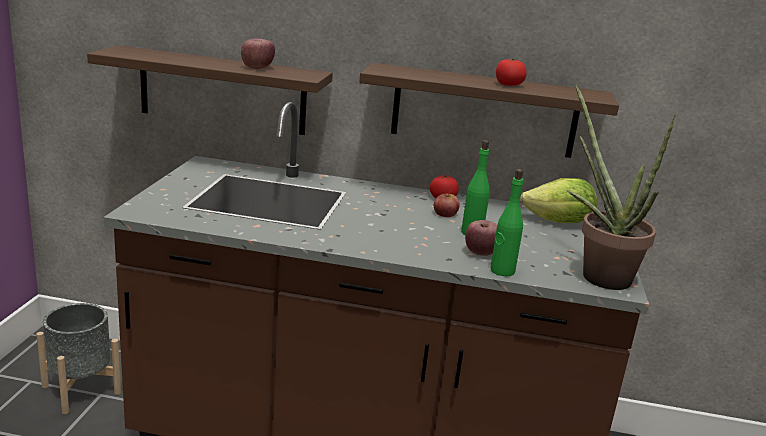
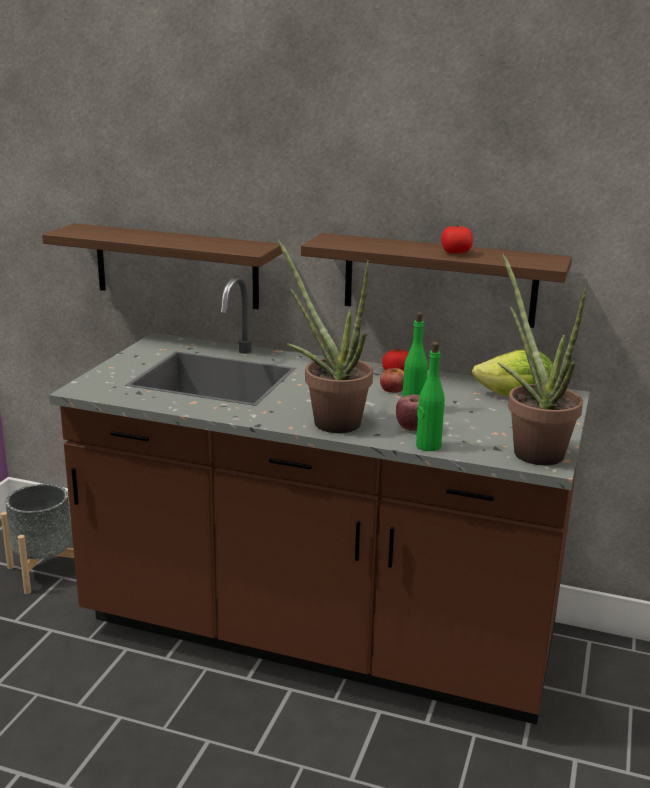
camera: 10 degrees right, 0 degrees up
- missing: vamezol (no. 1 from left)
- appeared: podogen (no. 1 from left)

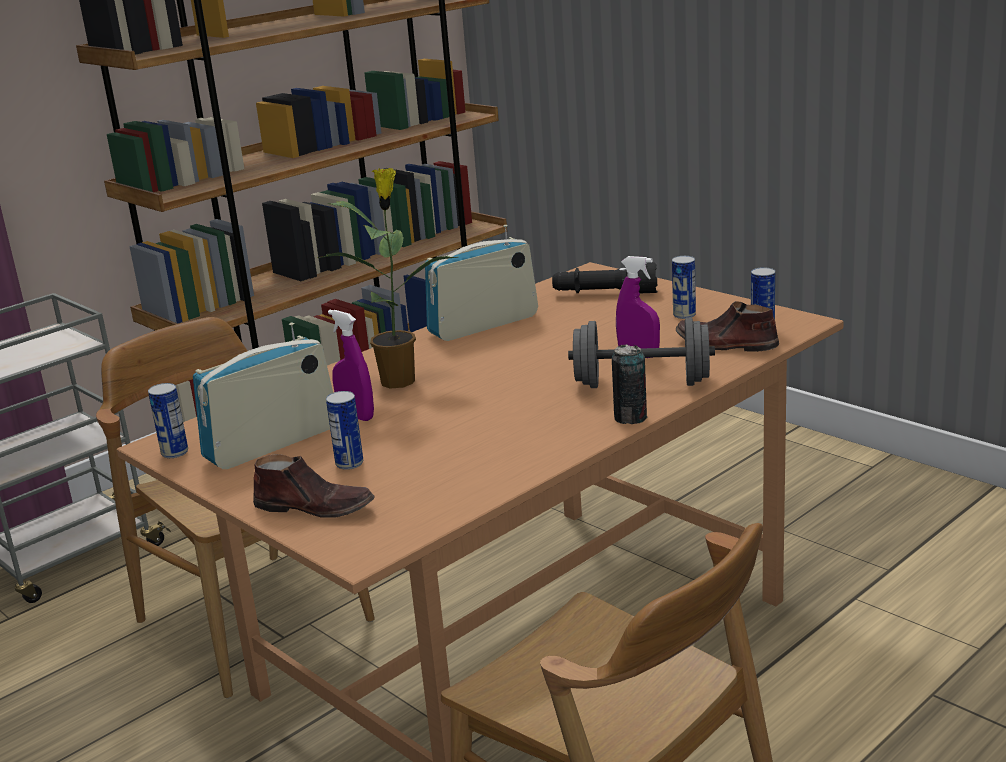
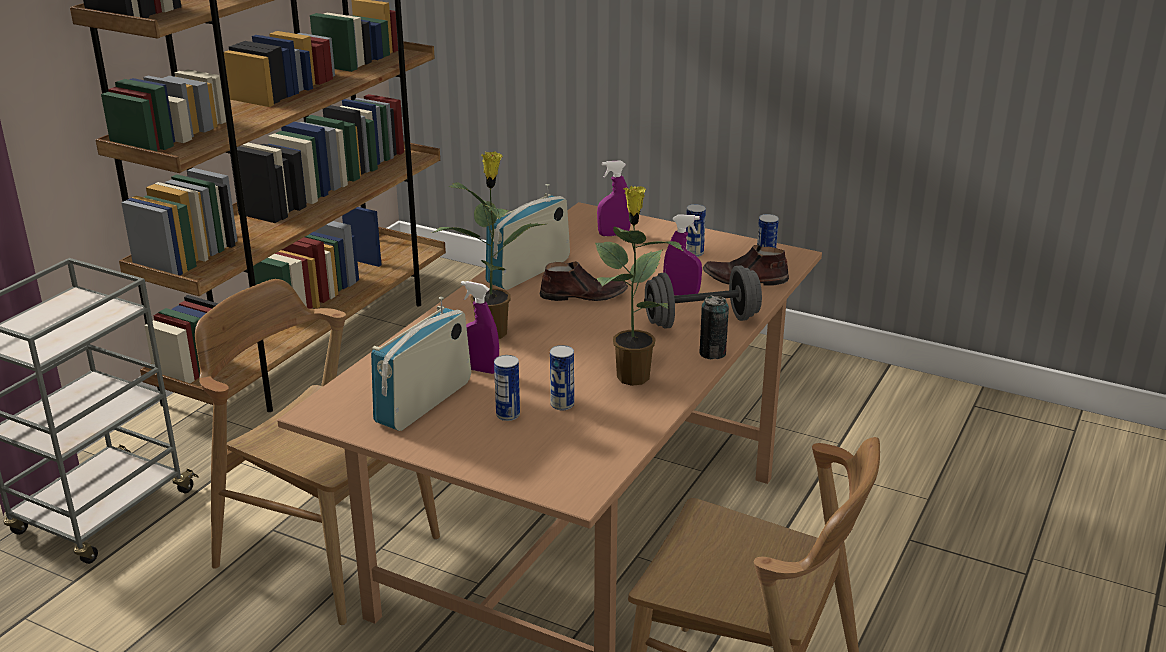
camera: 20 degrees left, 5 degrees up
- exchanged: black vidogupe to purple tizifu (no. 2 from left)
- relocated: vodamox (no. 1 from left in the first image) to vodamox (no. 2 from left)
- relocated: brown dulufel (no. 1 from left)
- appeared: podogen (no. 2 from left)

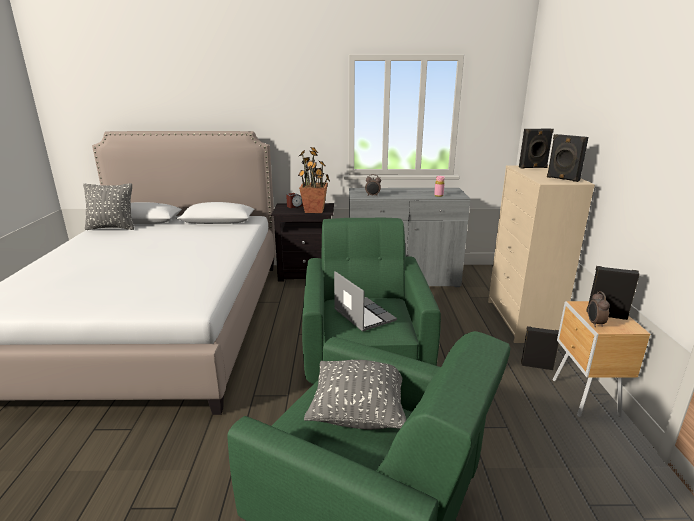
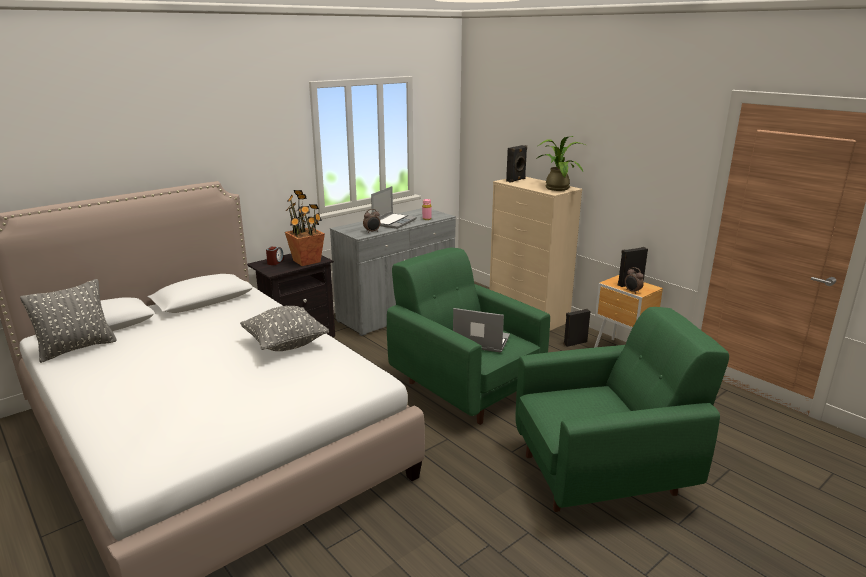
camera: 40 degrees left, 0 degrees up
- exchanged: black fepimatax (no. 3 from left) to podogen (no. 2 from left)
- relocated: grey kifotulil (no. 2 from left)
- appeared: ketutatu (no. 1 from left)

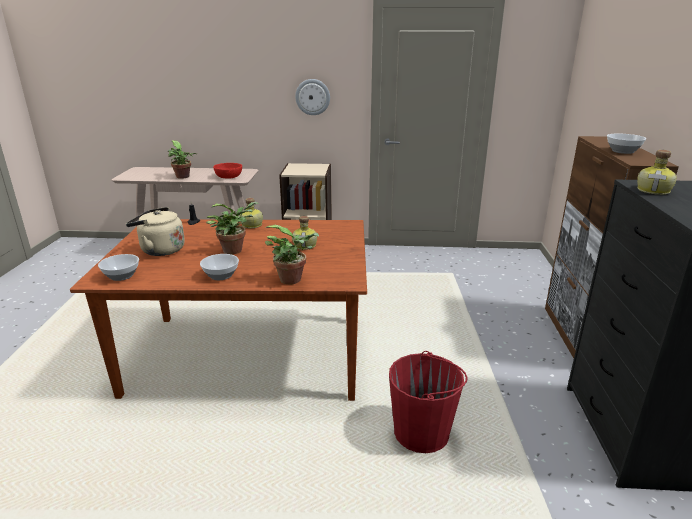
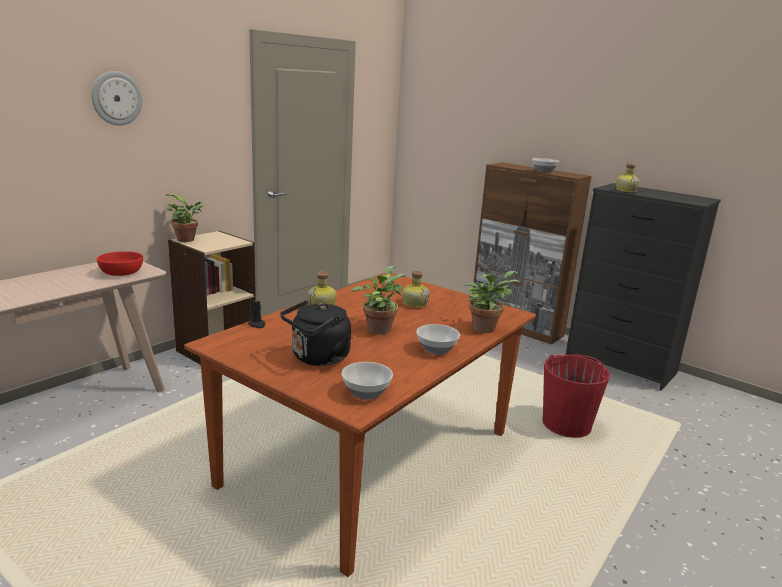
camera: 55 degrees left, 5 degrees down
- relocated: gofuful
- relocated: podogen (no. 1 from left)
- colour: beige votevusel to black votevusel

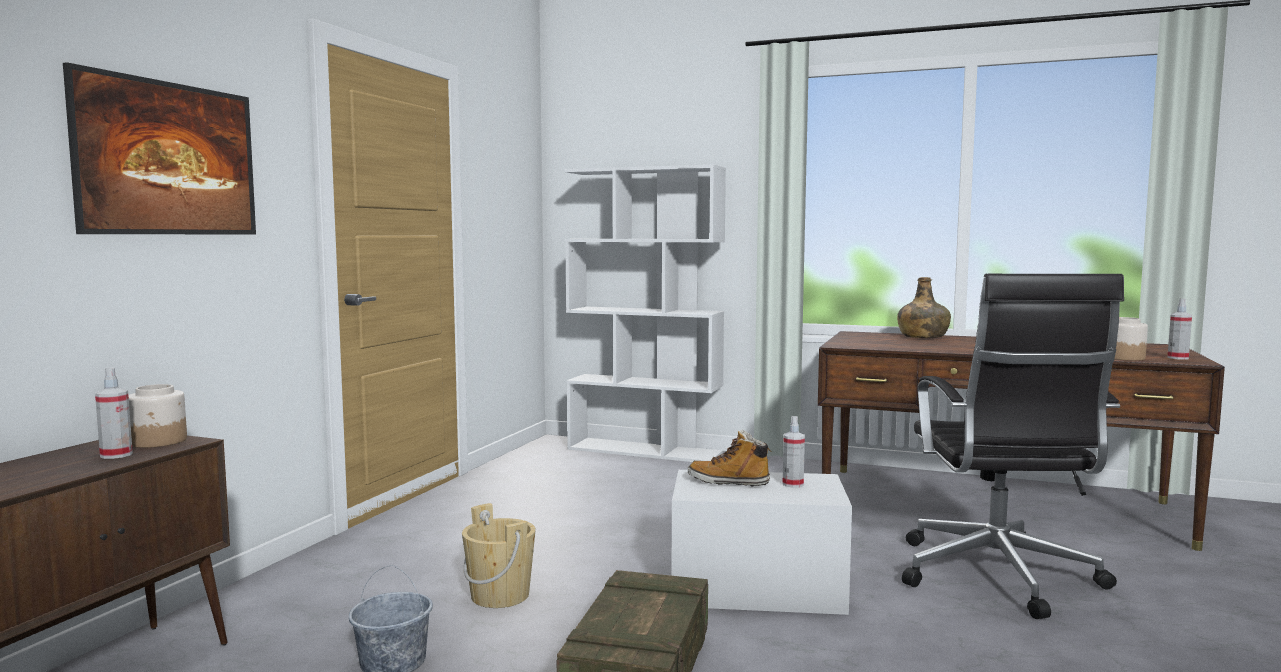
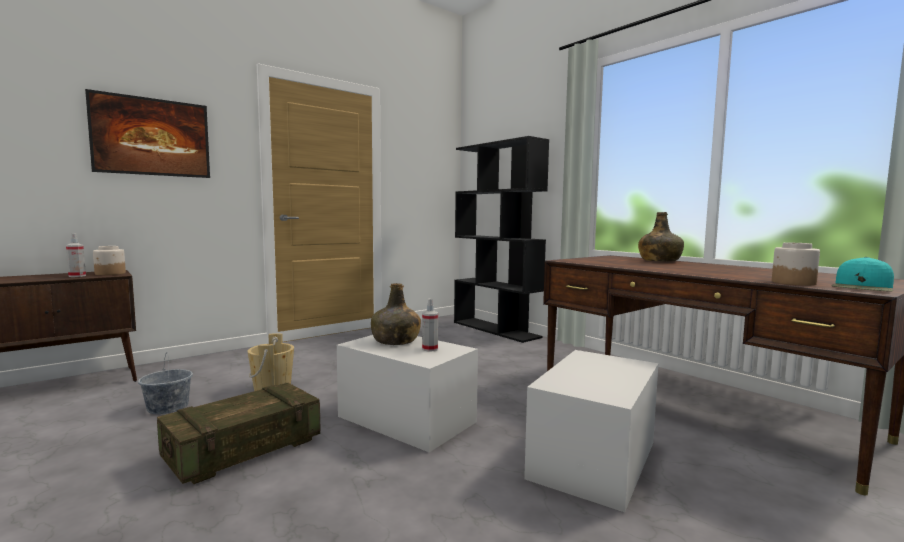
camera: 30 degrees right, 0 degrees up
- colour: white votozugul to black votozugul
- exchanged: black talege to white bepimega (no. 2 from left)
- exchanged: tizifu (no. 3 from left) to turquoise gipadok
- exchanged: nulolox to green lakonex (no. 1 from left)

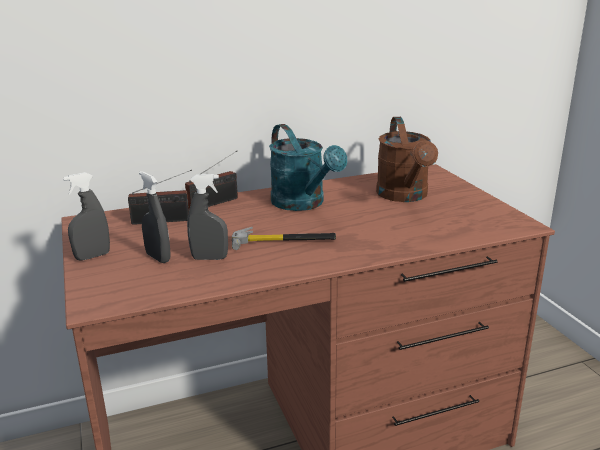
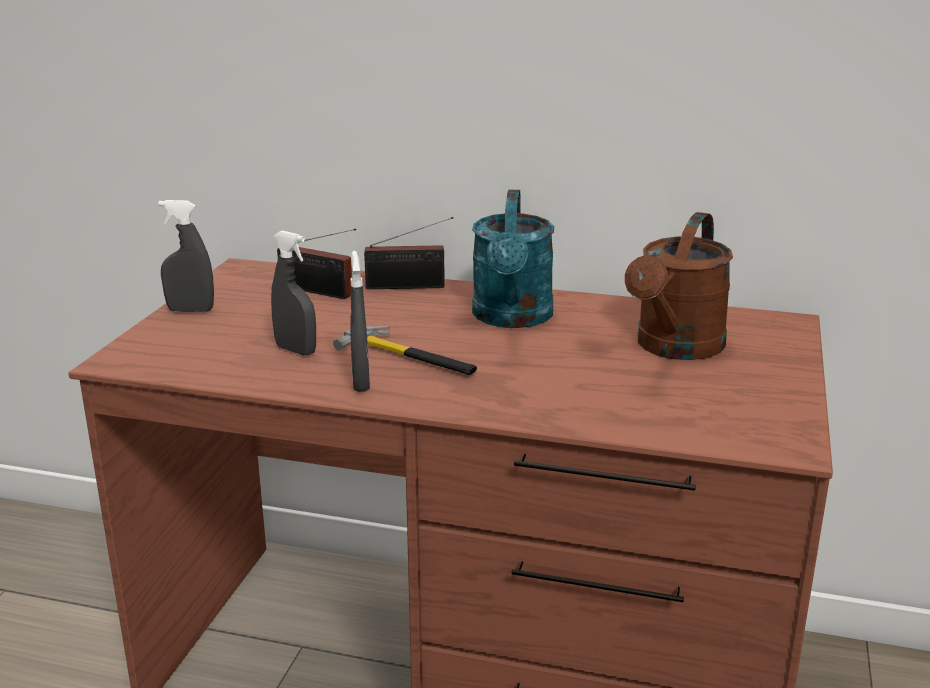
camera: 35 degrees right, 0 degrees up
- relocated: grey tizifu (no. 2 from left in the first image) to grey tizifu (no. 3 from left)

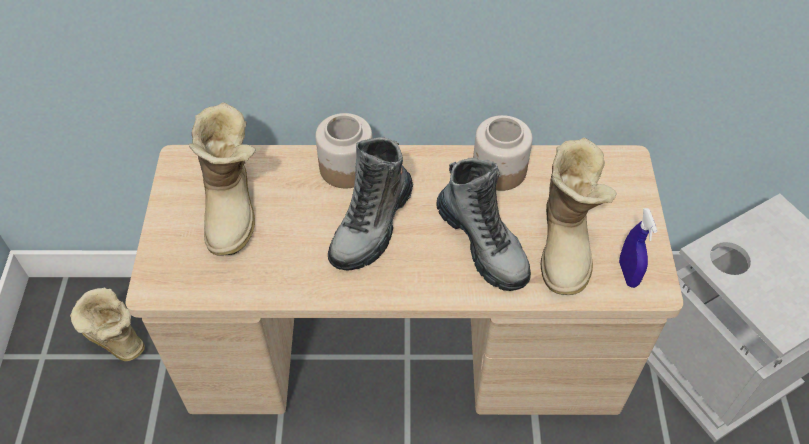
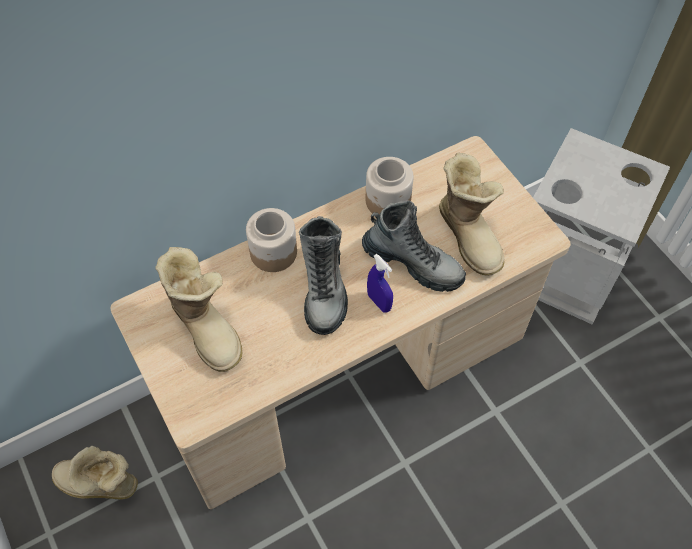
camera: 30 degrees left, 5 degrees up
- relocated: blue tizifu

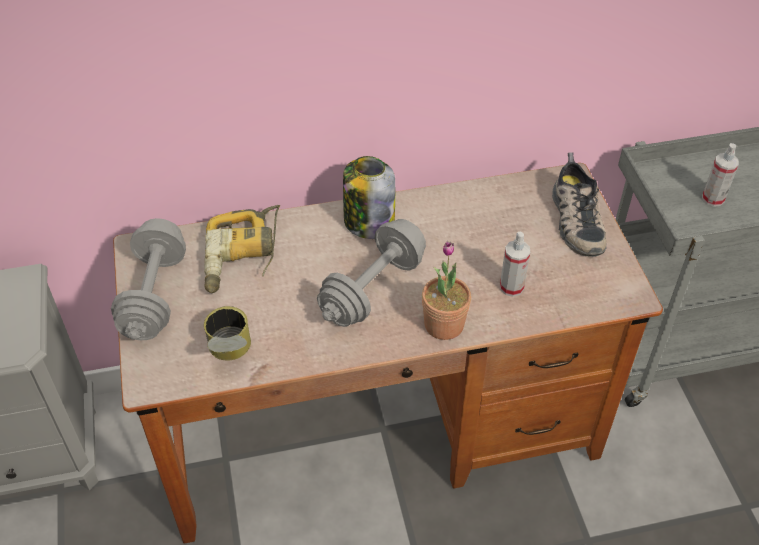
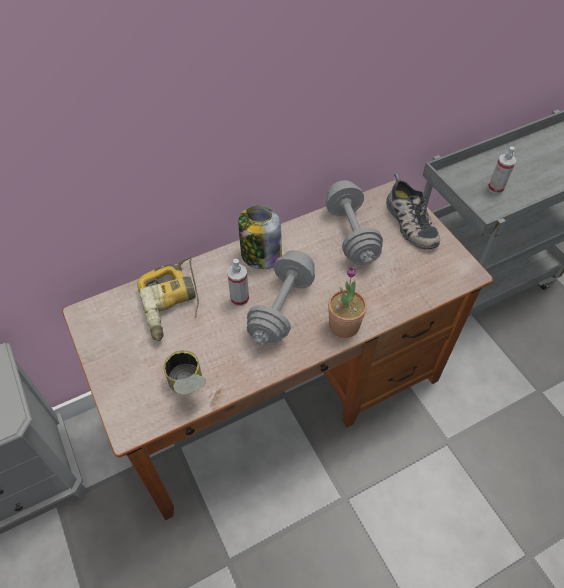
camera: 15 degrees left, 5 degrees up
- relocated: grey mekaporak (no. 1 from left in the first image) to grey mekaporak (no. 2 from left)
- relocated: tizifu (no. 1 from left)

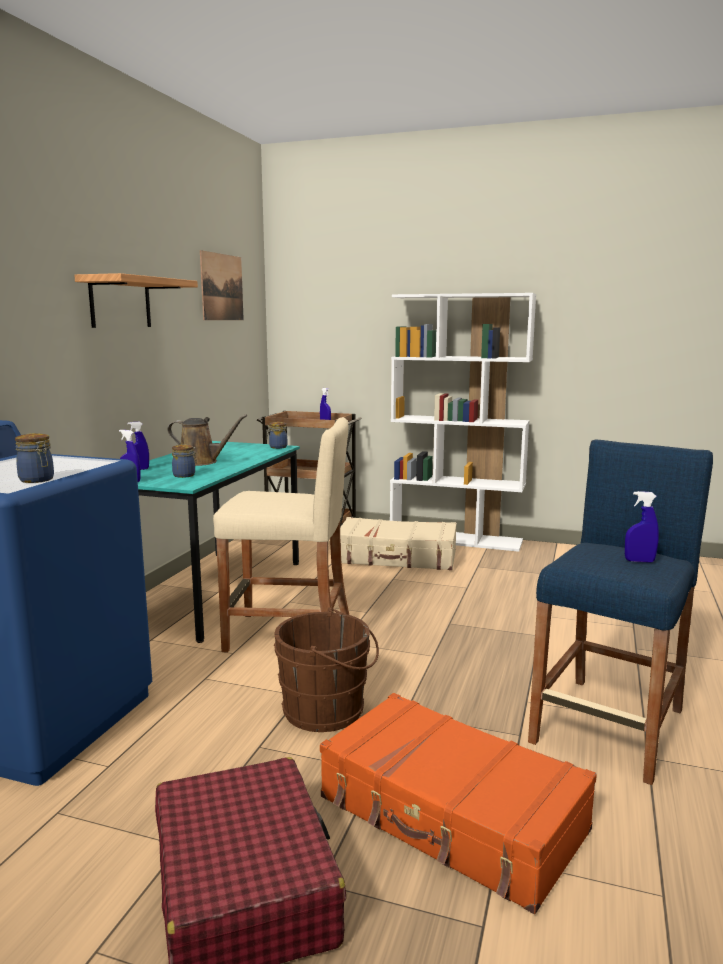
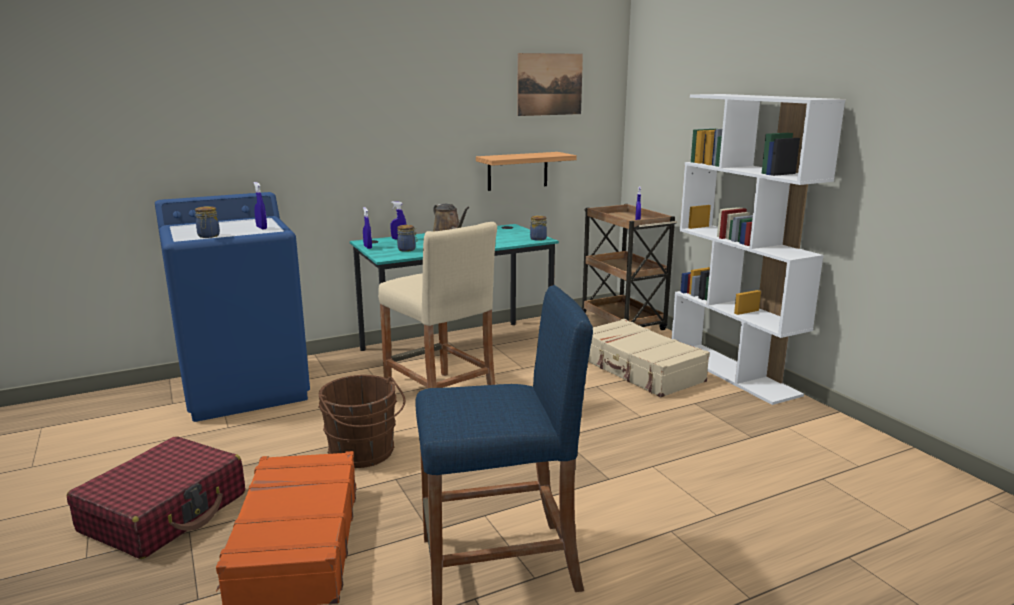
camera: 45 degrees right, 5 degrees up
- relocated: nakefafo
- relocated: blue tizifu (no. 4 from left in the first image) to blue tizifu (no. 1 from left)

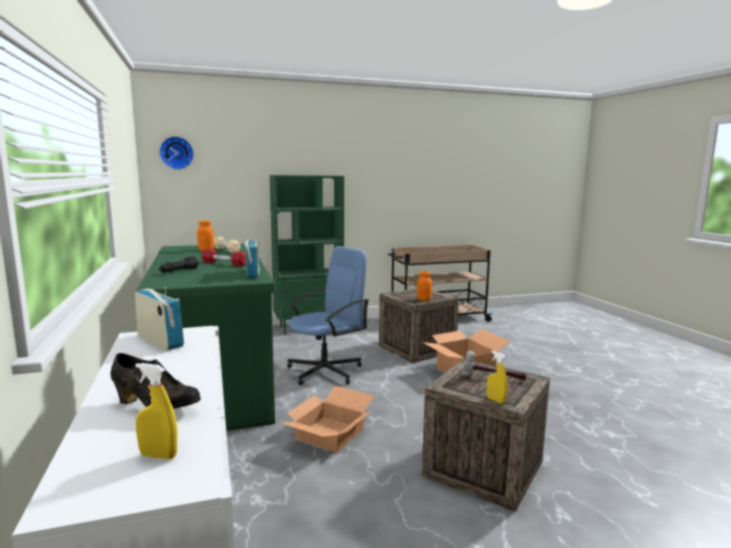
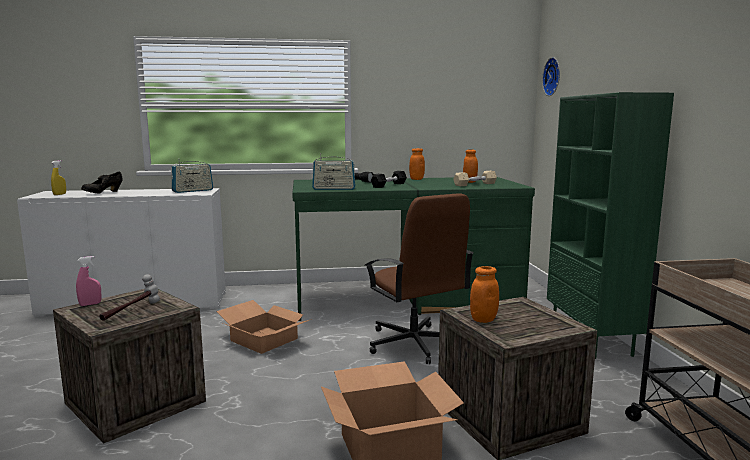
camera: 100 degrees right, 0 degrees up
- colour: blue talege to brown talege
- colour: red mekaporak to black mekaporak
- colour: yellow tizifu (no. 2 from left) to pink tizifu
- appeared: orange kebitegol (no. 1 from left)

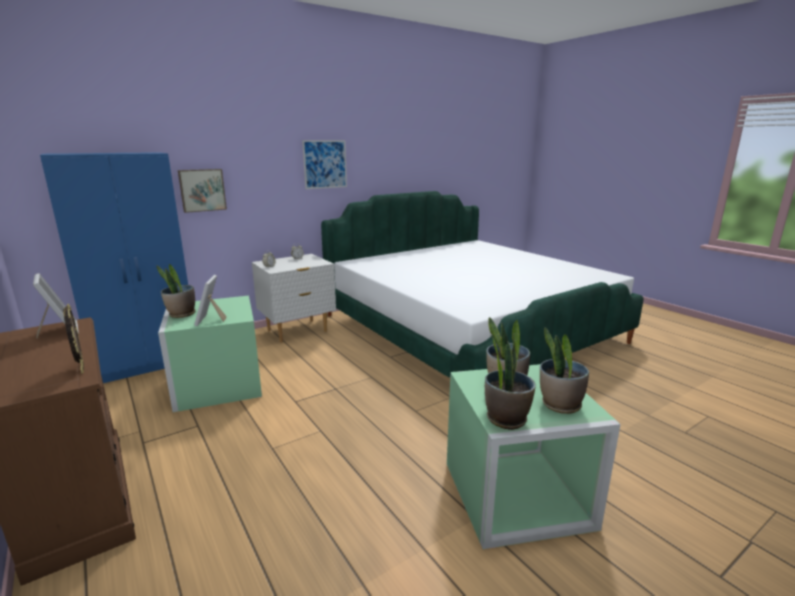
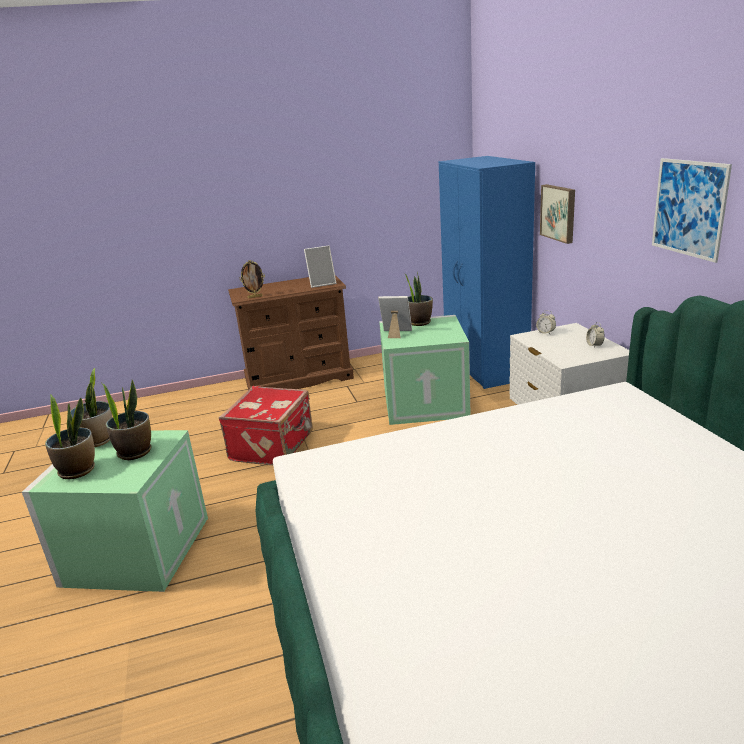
camera: 110 degrees right, 5 degrees up
- appeared: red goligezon

